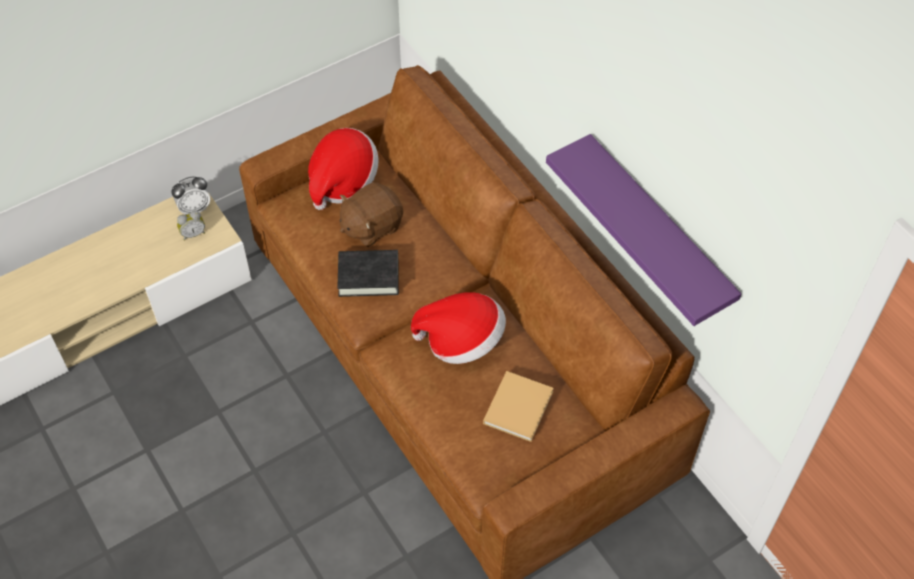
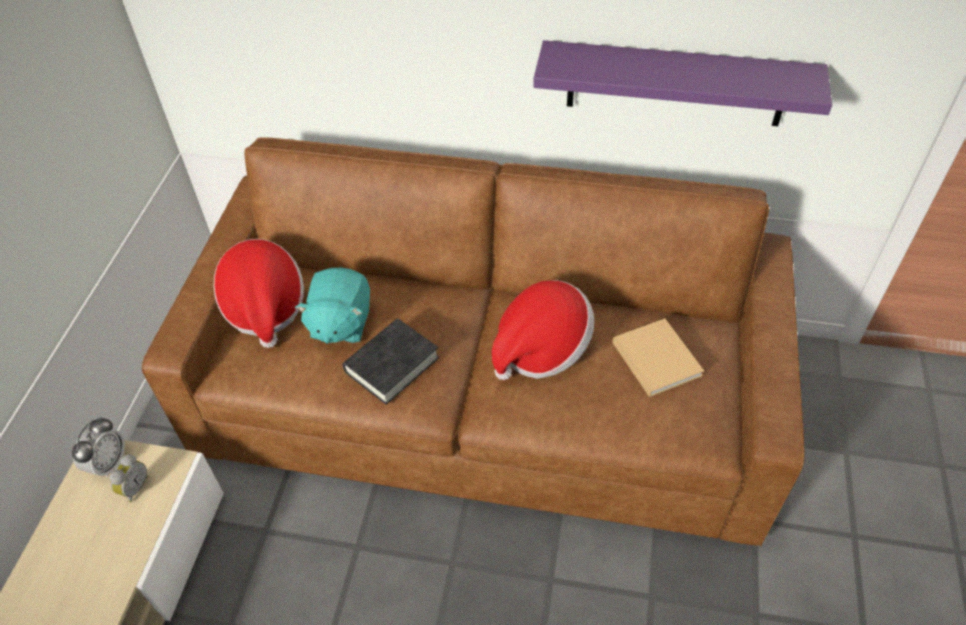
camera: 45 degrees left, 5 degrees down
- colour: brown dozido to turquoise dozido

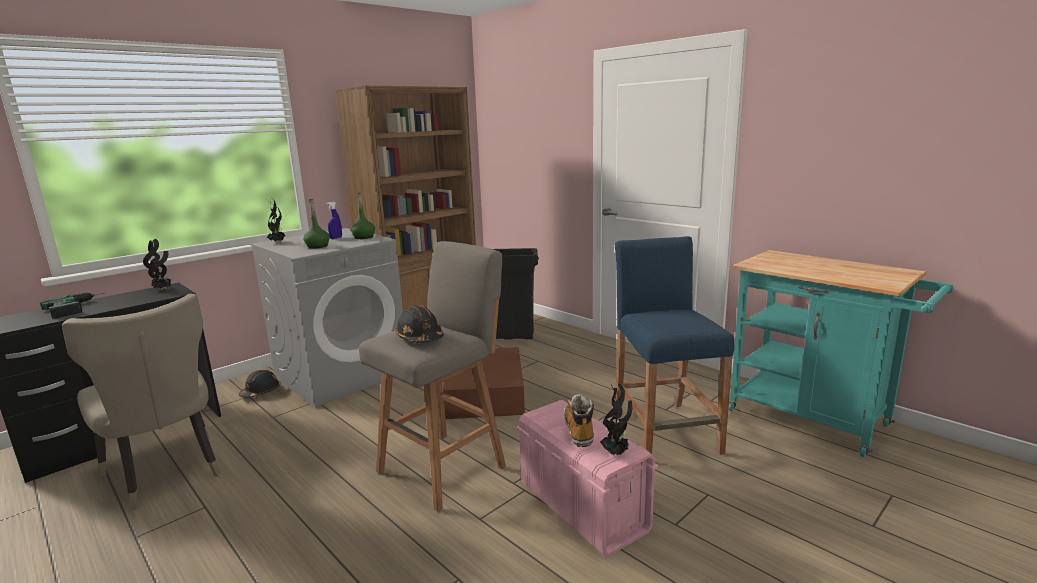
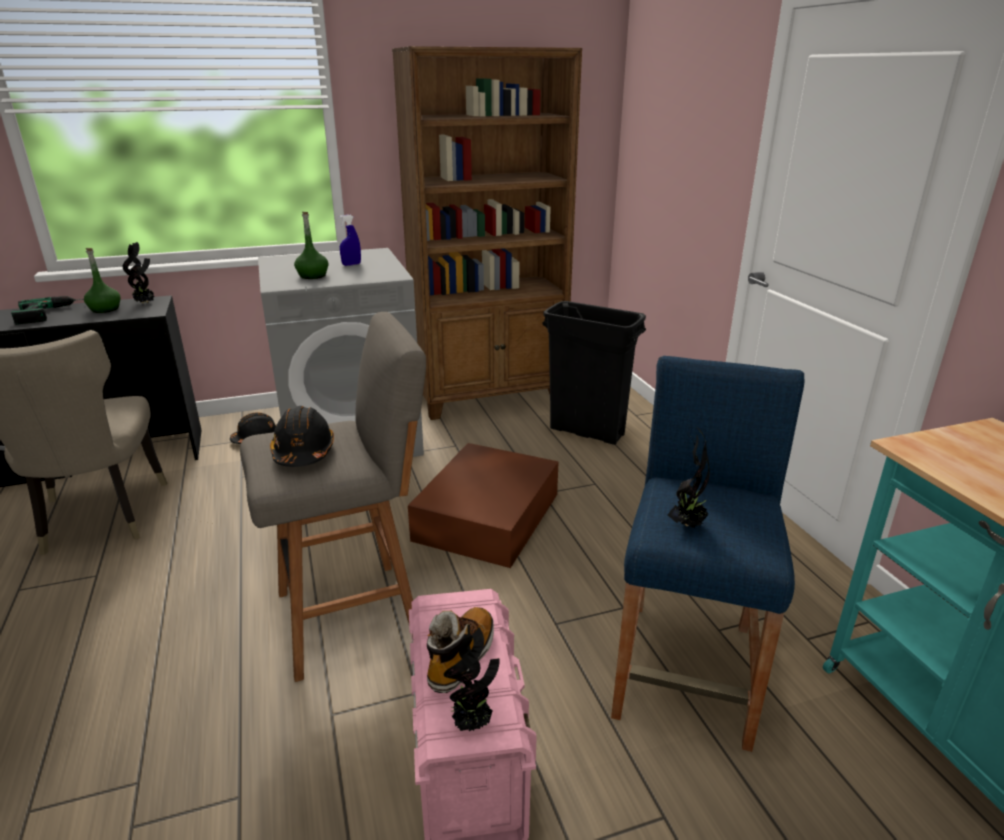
camera: 25 degrees right, 10 degrees up
- relocated: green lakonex (no. 2 from left in the first image) to green lakonex (no. 1 from left)
- relocated: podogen (no. 2 from left in the first image) to podogen (no. 3 from left)

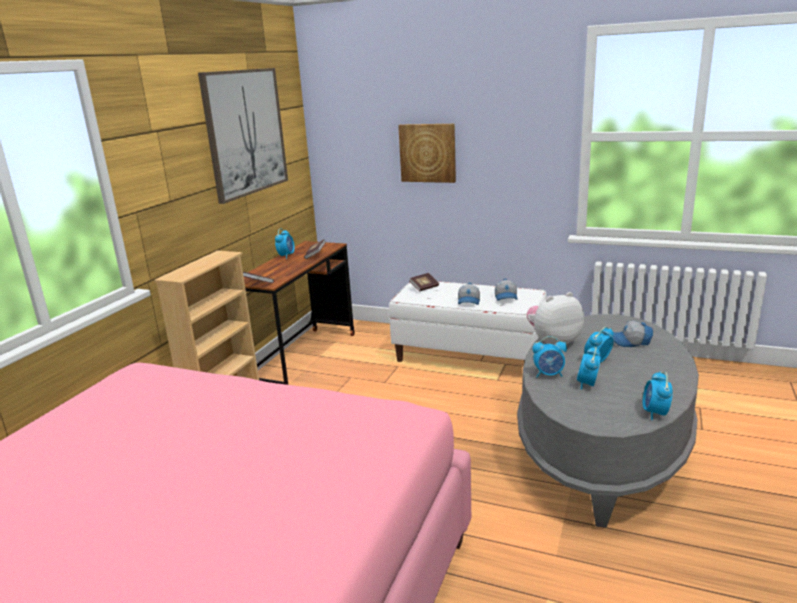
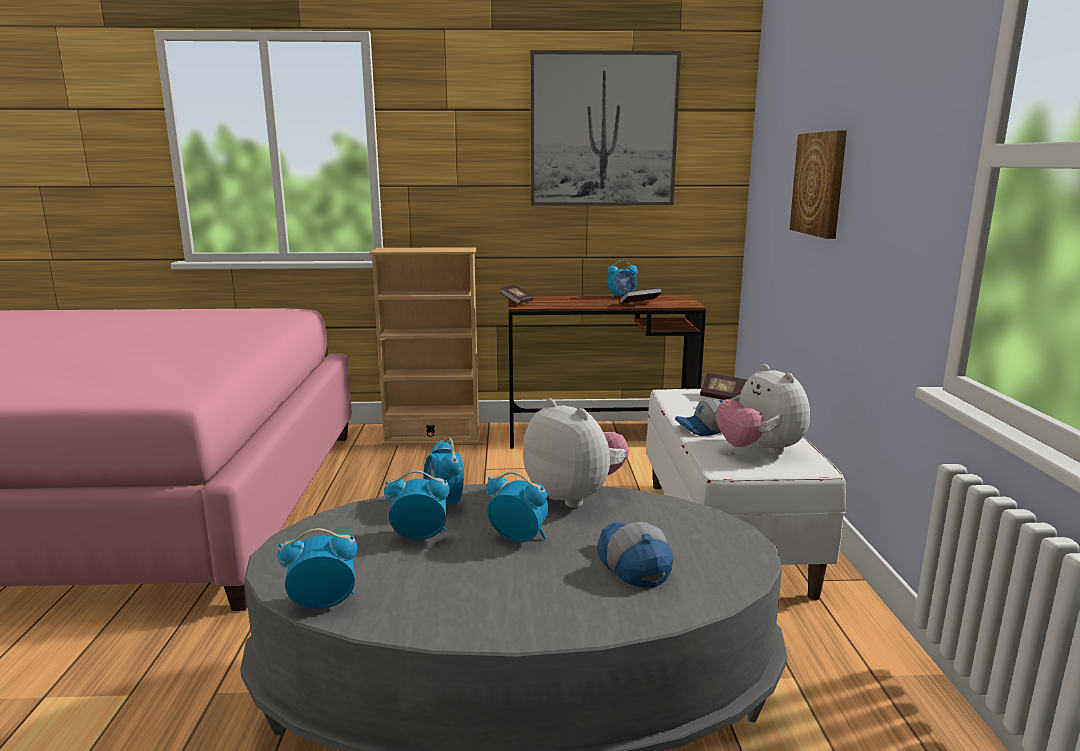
camera: 65 degrees right, 5 degrees down
- exchanged: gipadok (no. 2 from left) to dozido (no. 2 from left)

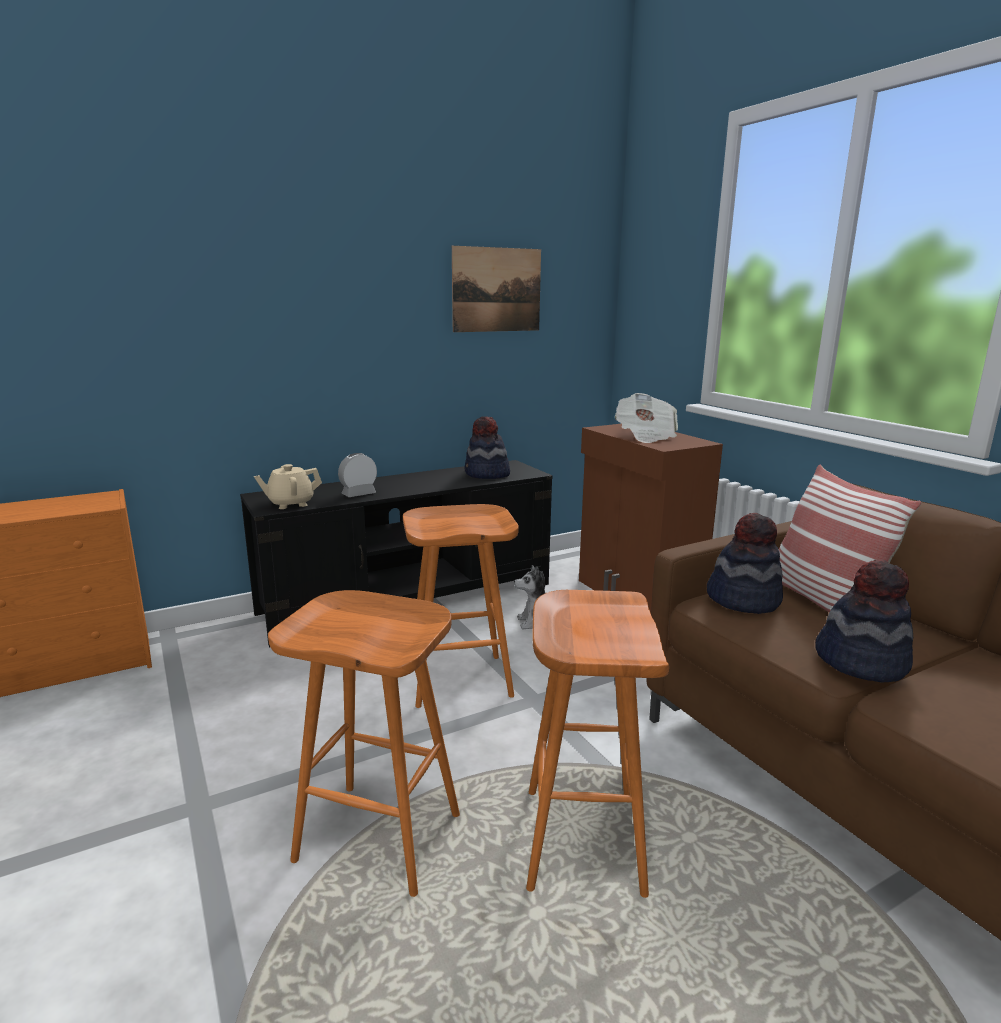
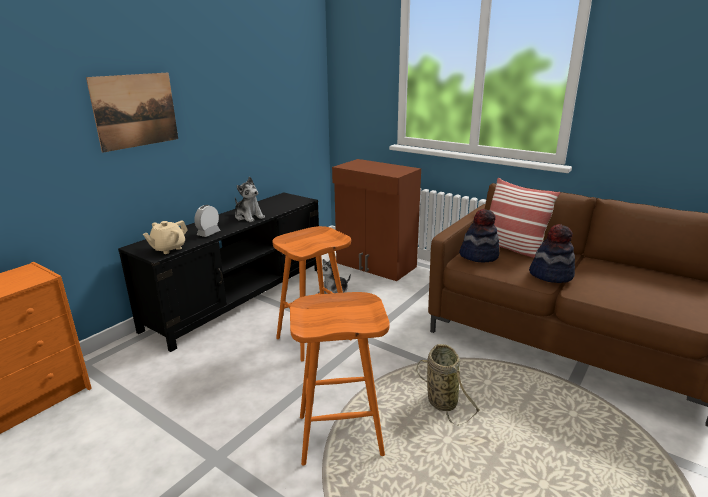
camera: 25 degrees left, 5 degrees up
- relocated: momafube
- missing: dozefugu
- missing: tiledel (no. 1 from left)
- exchanged: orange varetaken (no. 3 from left) to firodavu
- appeared: dozido (no. 1 from left)

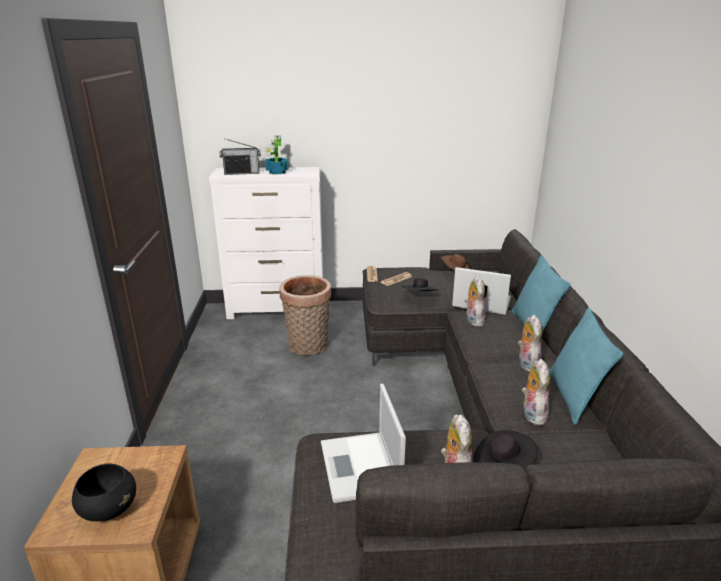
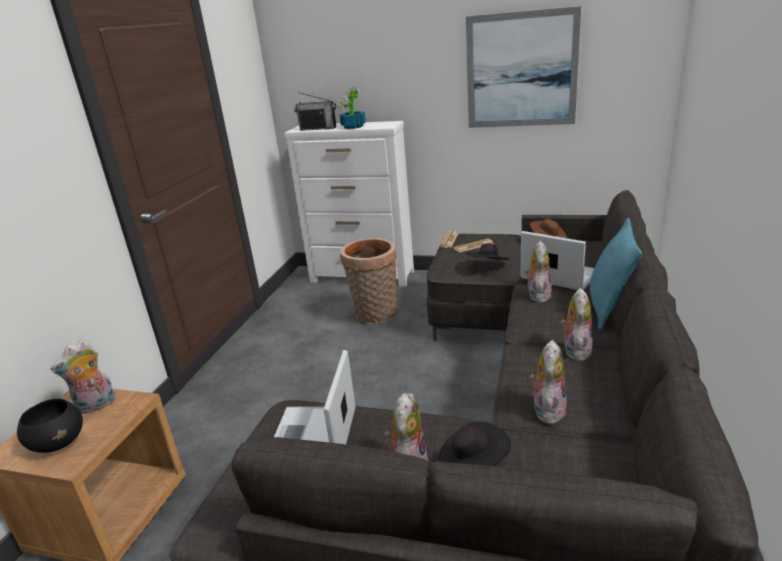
camera: 20 degrees right, 0 degrees up
- missing: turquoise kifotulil (no. 2 from left)
- appeared: momafube
- appeared: dozido (no. 1 from left)

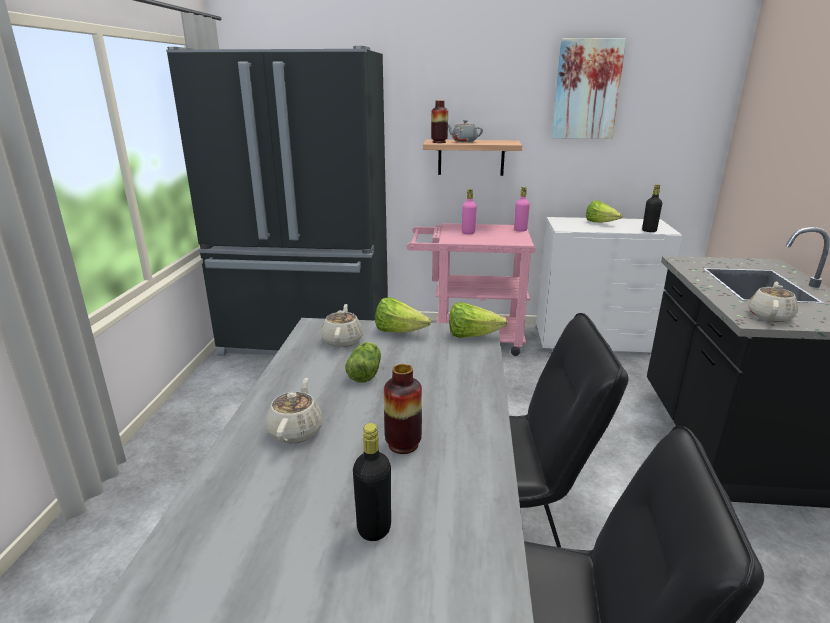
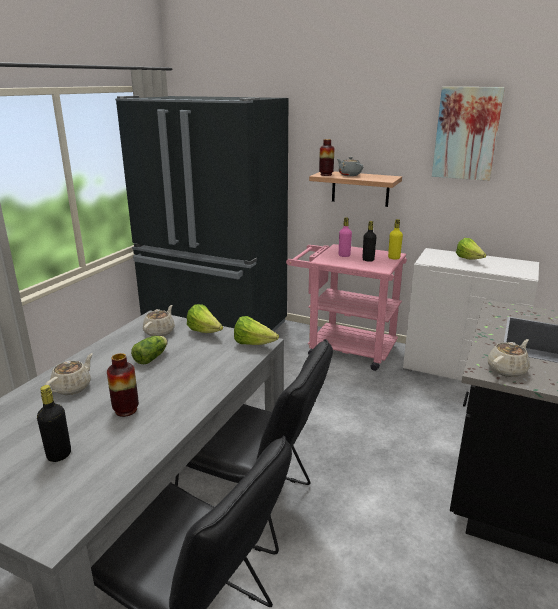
camera: 20 degrees right, 0 degrees up
- relocated: black lakonex (no. 2 from left)
- colour: pink lakonex (no. 2 from left) to yellow lakonex

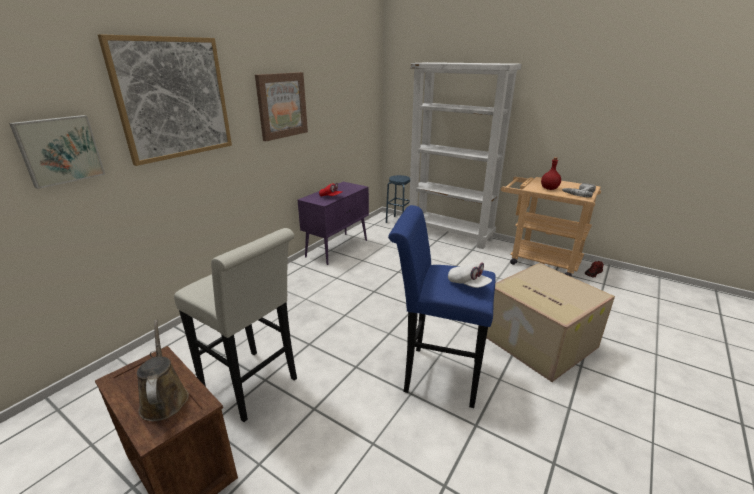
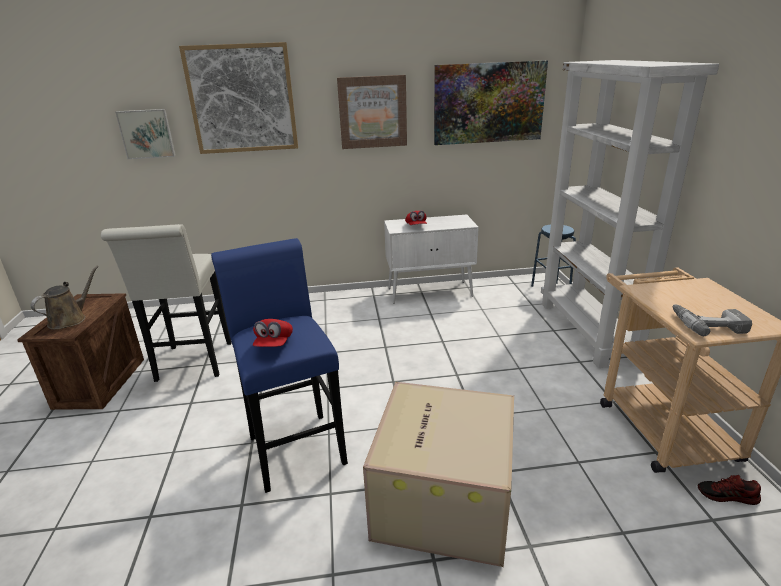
camera: 50 degrees right, 0 degrees up
- missing: red lakonex
- colour: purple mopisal to white mopisal
- colour: white gipadok to red gipadok (no. 1 from left)
- appeared: momafube (no. 4 from left)

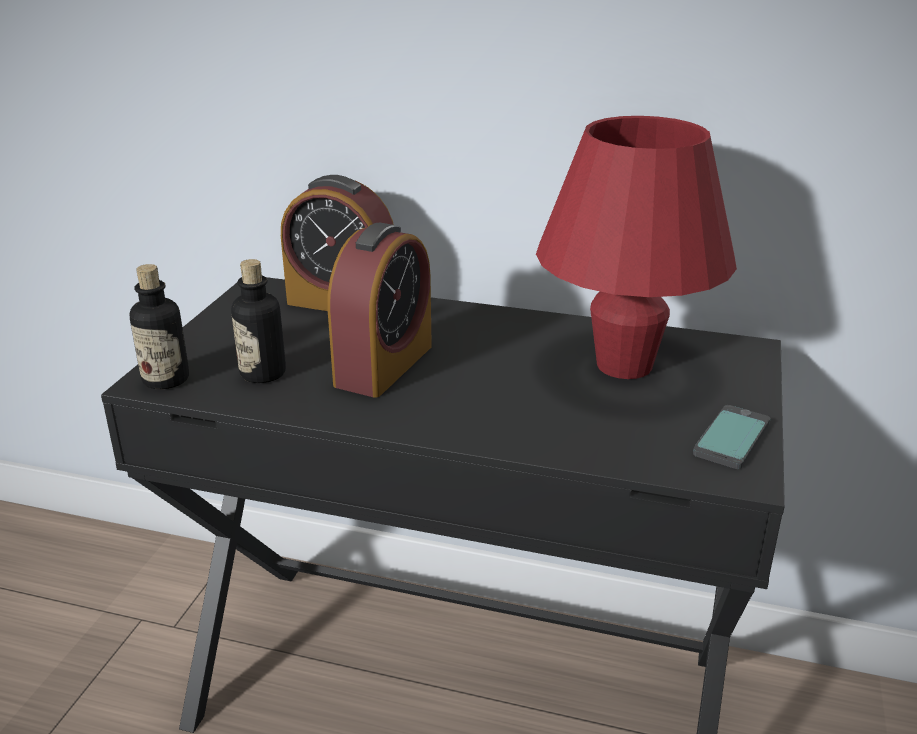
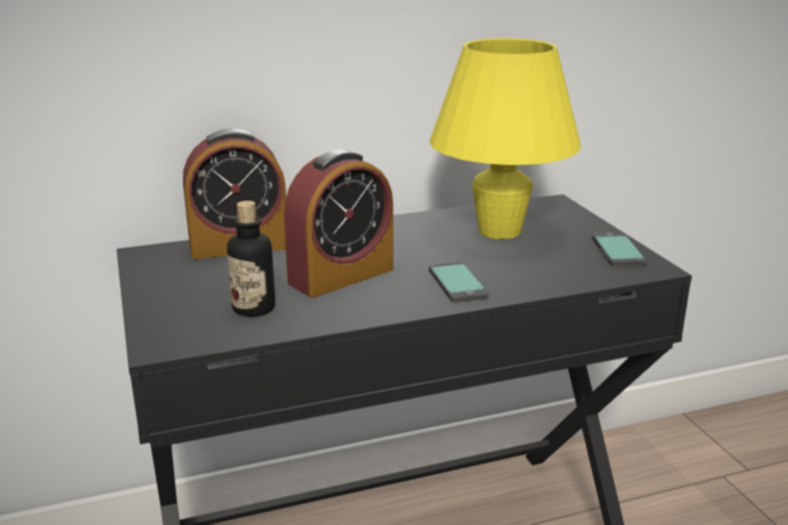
camera: 35 degrees left, 5 degrees down
- colour: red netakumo to yellow netakumo
- spun: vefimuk (no. 2 from left) 60 degrees clockwise
- missing: lakonex (no. 1 from left)
- appeared: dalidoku (no. 1 from left)

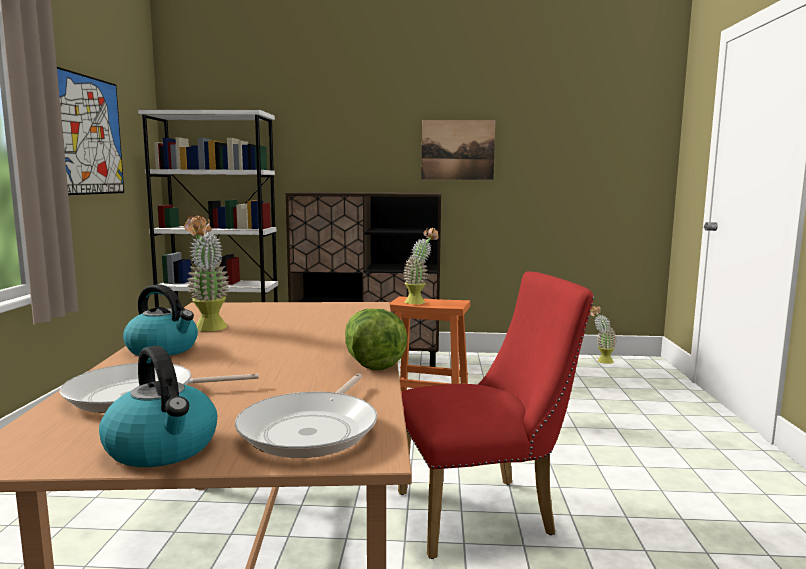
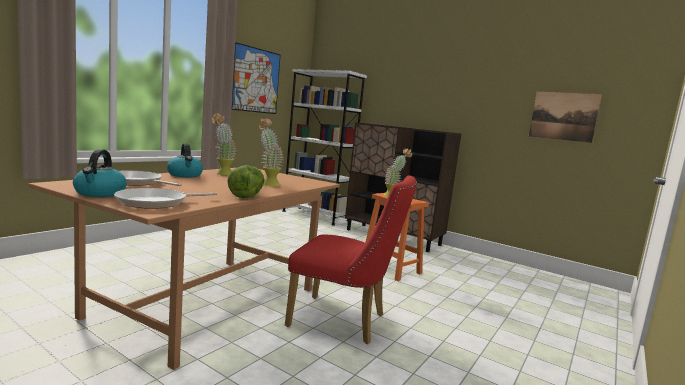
camera: 30 degrees right, 0 degrees up
- relocated: momafube (no. 2 from left)
- relocated: podogen (no. 3 from left in the first image) to podogen (no. 2 from left)

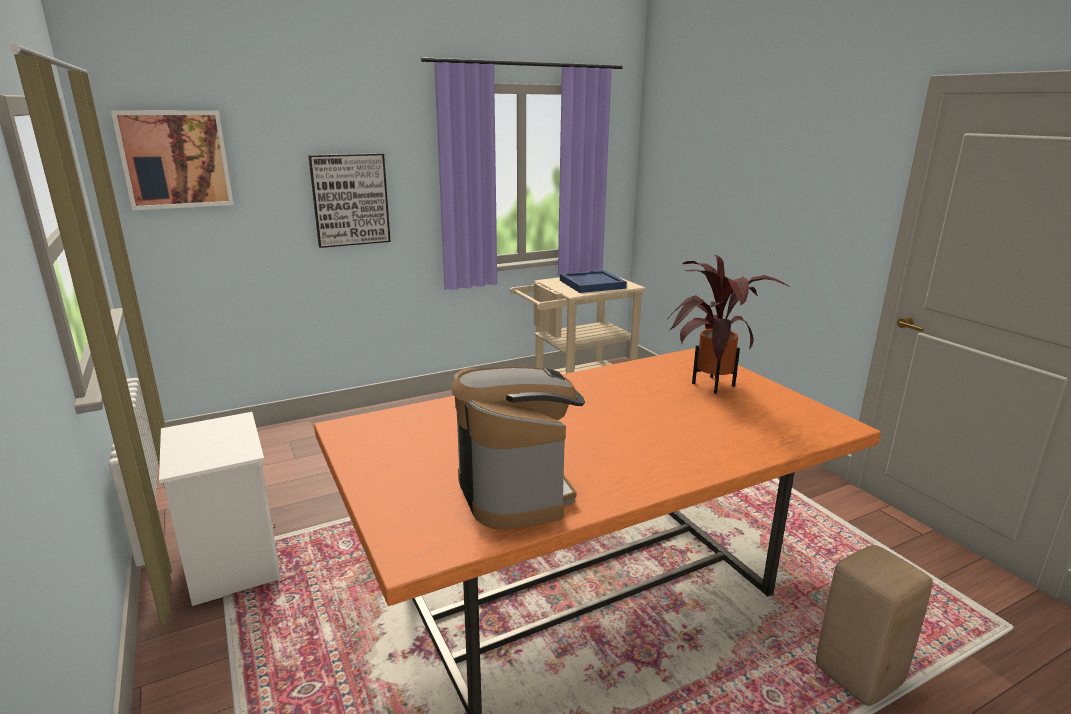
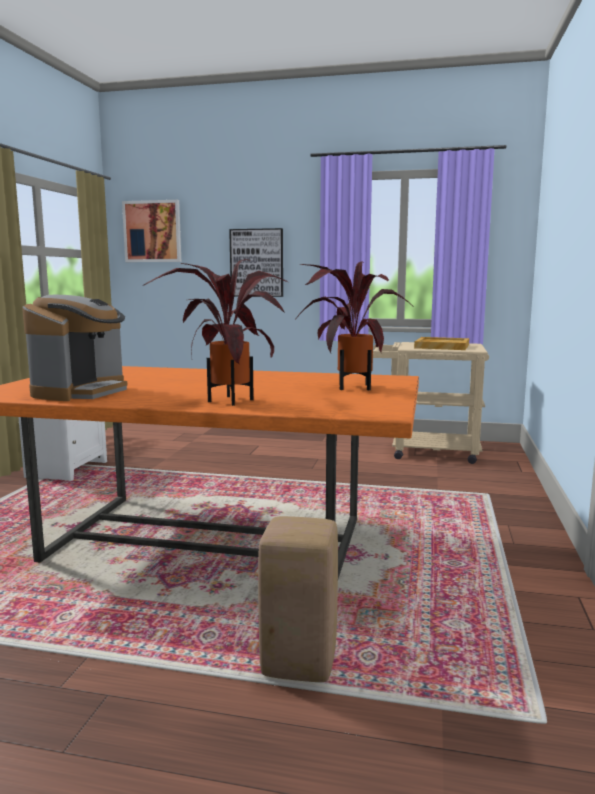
camera: 40 degrees right, 10 degrees down
- colour: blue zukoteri to beige zukoteri
- appeared: podogen (no. 1 from left)

